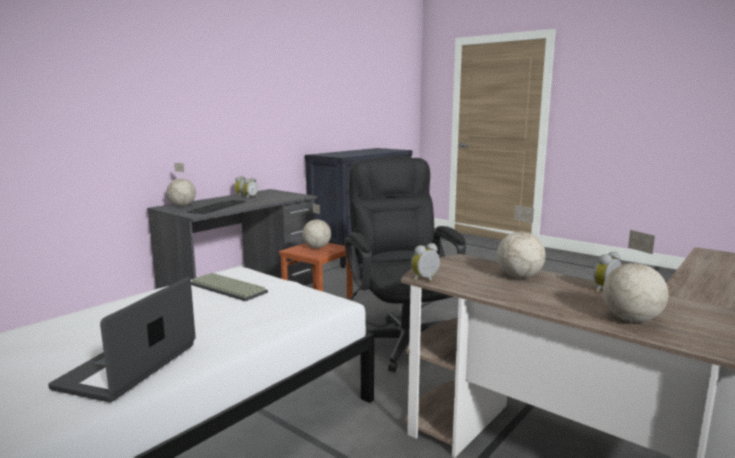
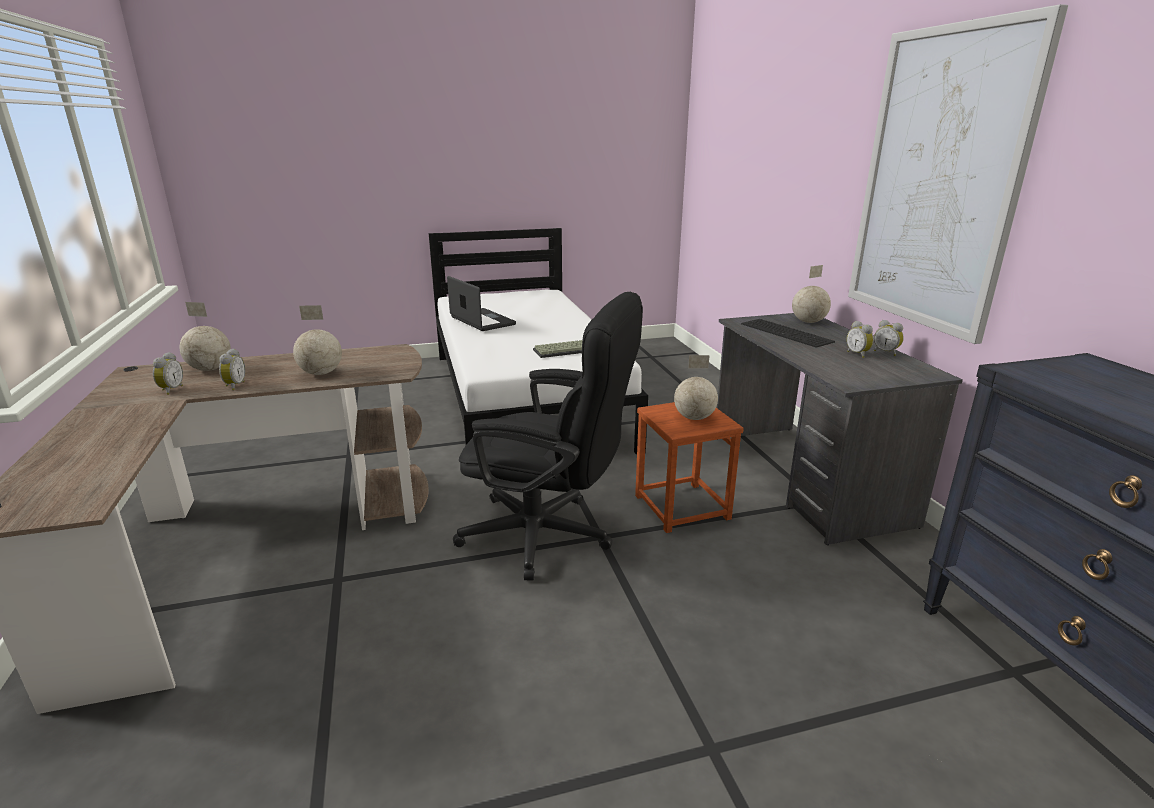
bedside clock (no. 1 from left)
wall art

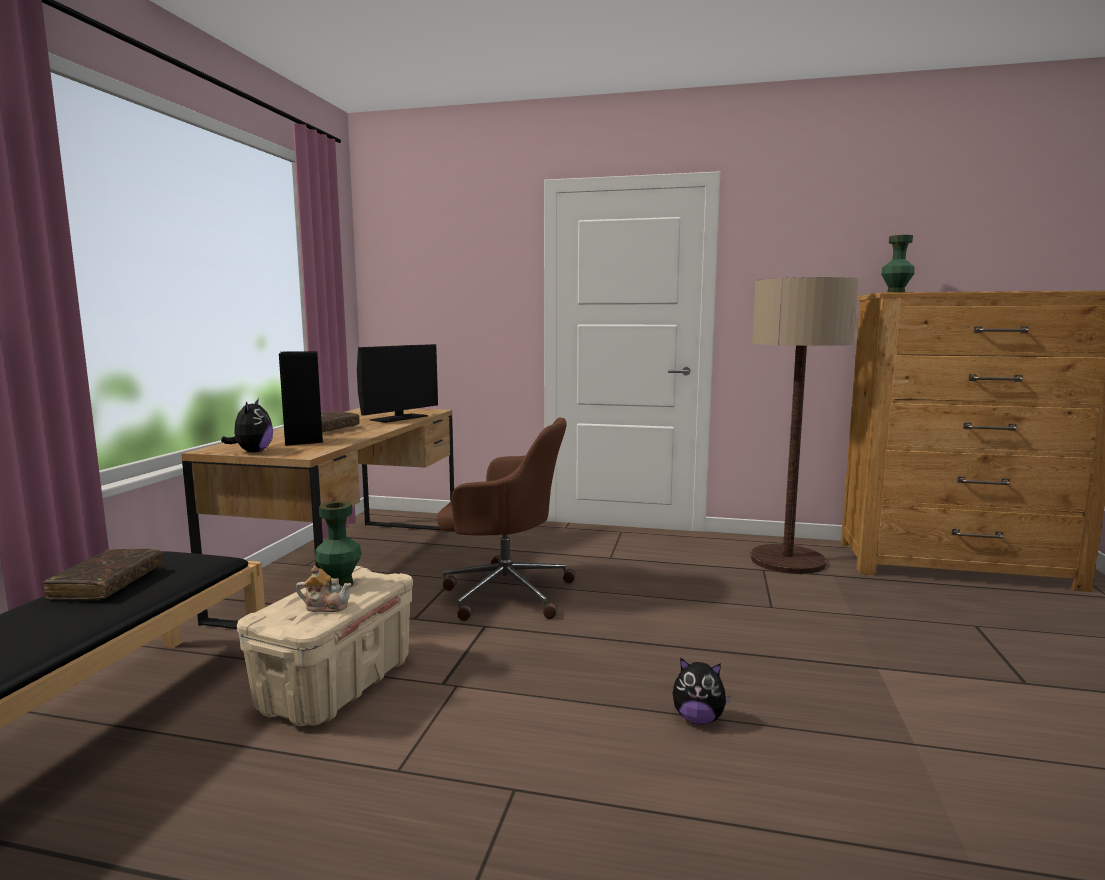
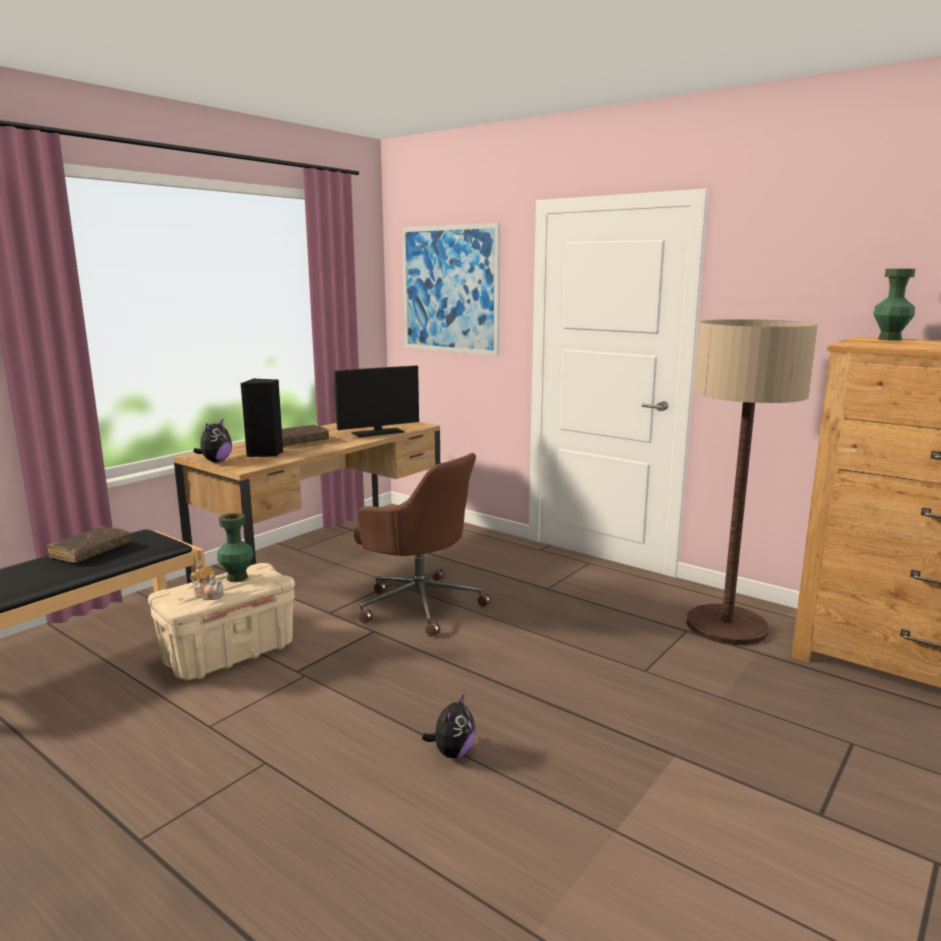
wall art
plush toy (no. 2 from left)

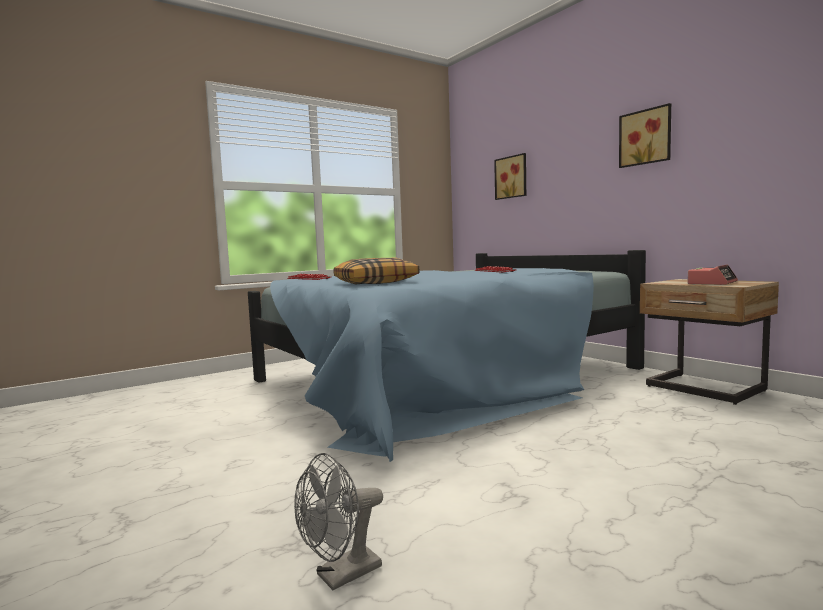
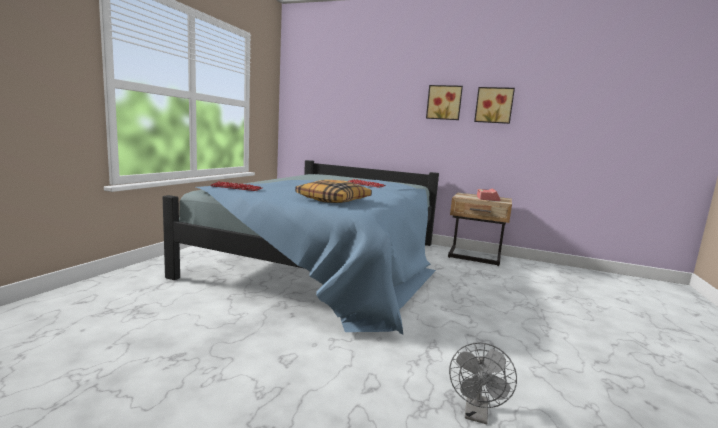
wall art (no. 2 from left)

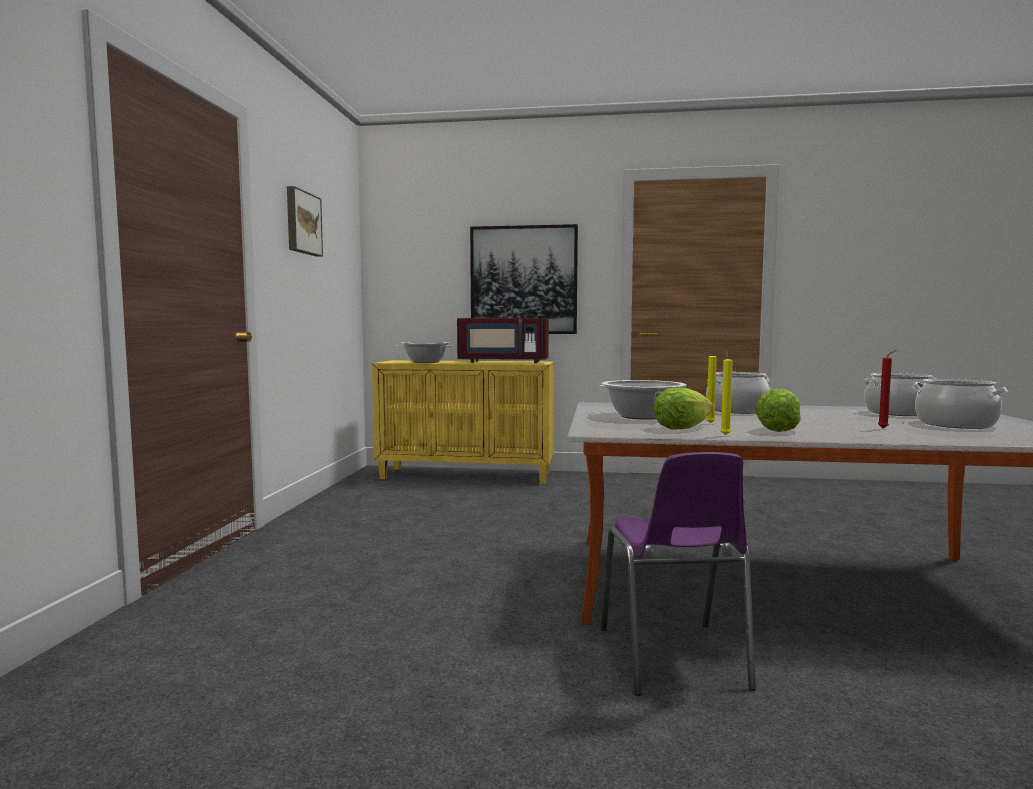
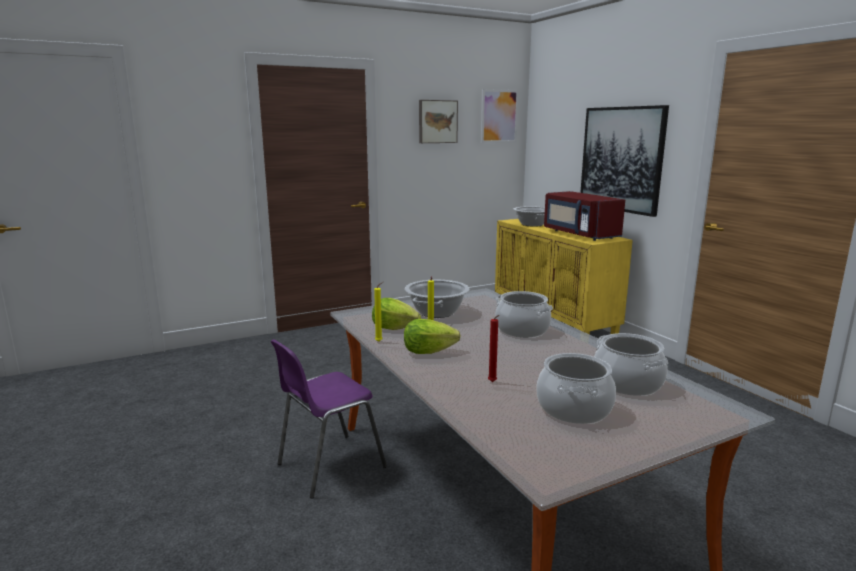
wall art (no. 2 from left)

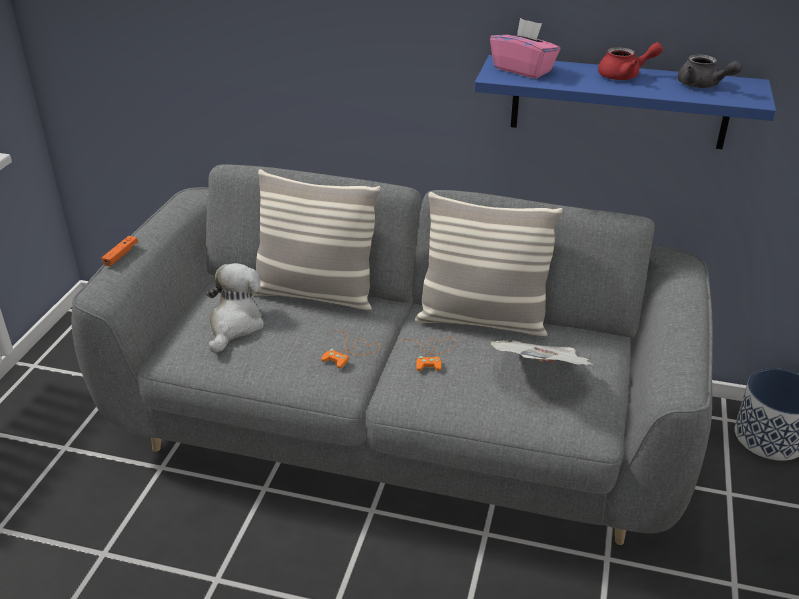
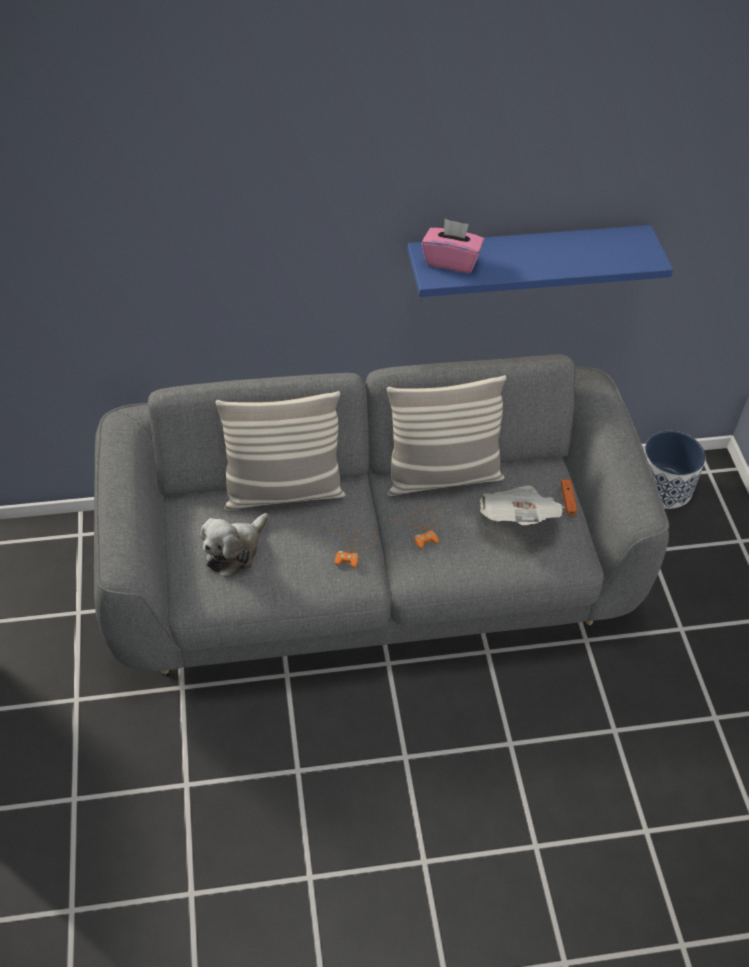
plush toy
joypad in orange-coloured (no. 3 from left)
pot for tea in reddish
pot for tea in grey

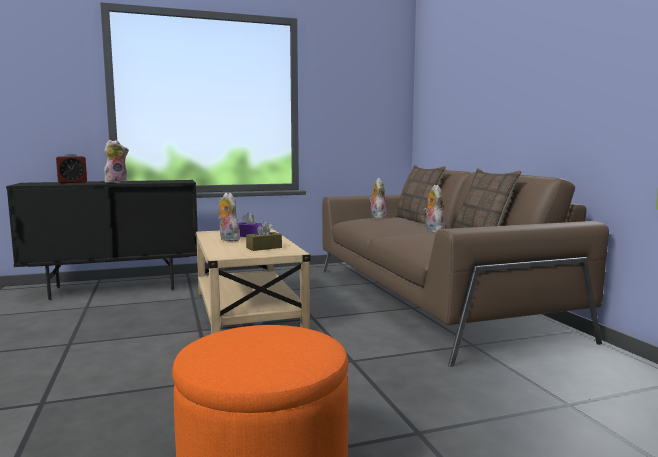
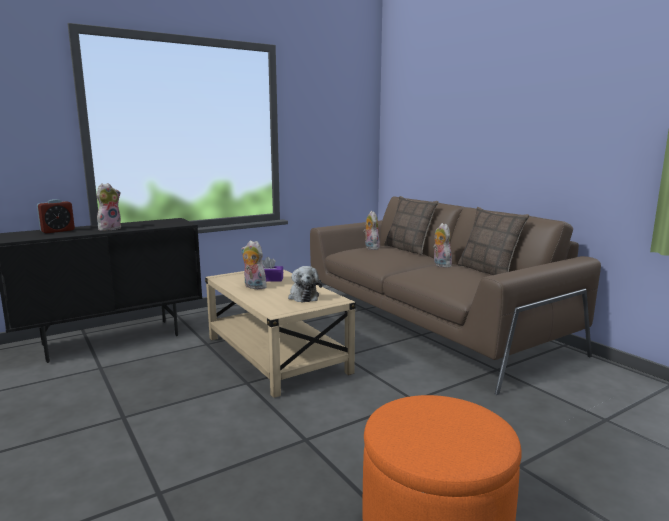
plush toy (no. 3 from left)

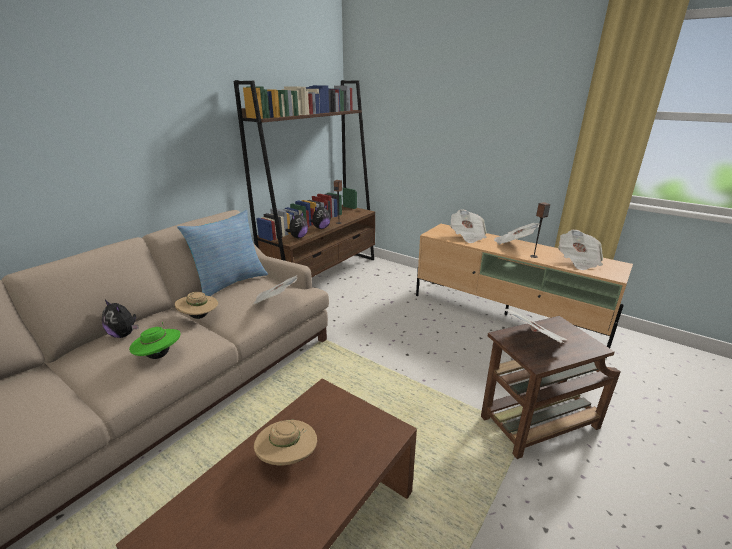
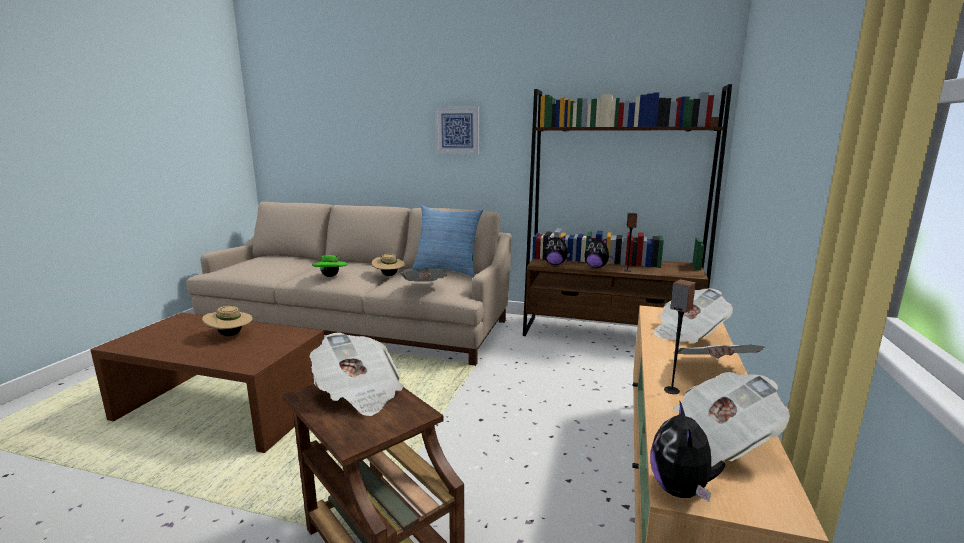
wall art
plush toy (no. 3 from left)

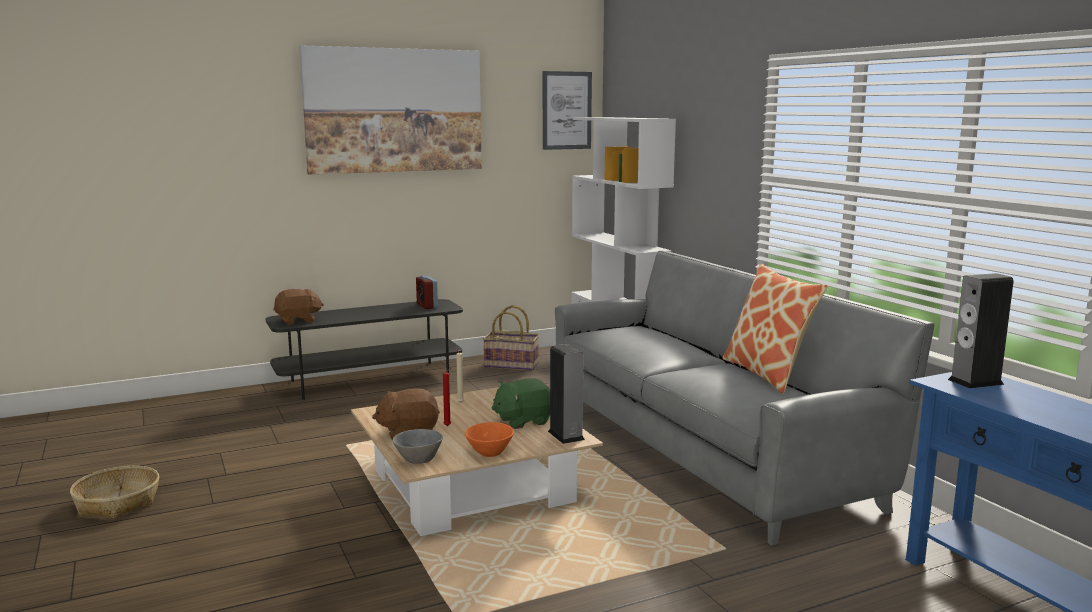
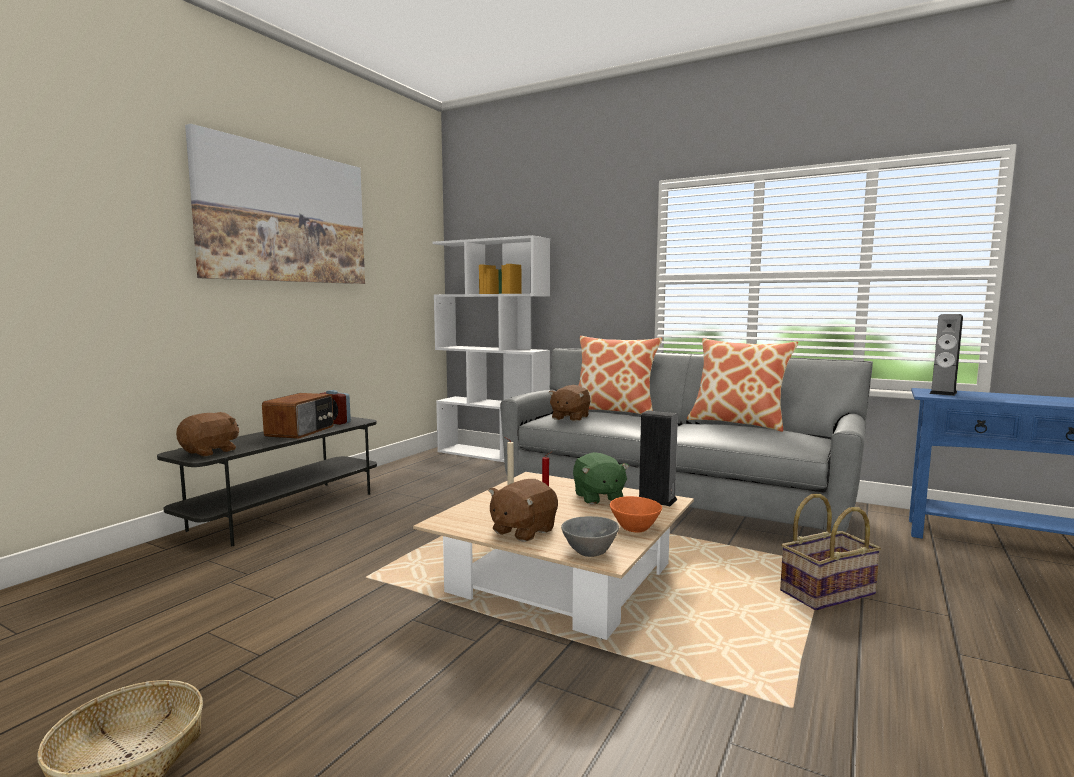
radio receiver
plush toy in brown-coloured (no. 3 from left)
plush toy in greenish
cushion (no. 1 from left)
basket (no. 2 from left)
wall art (no. 2 from left in the first image)

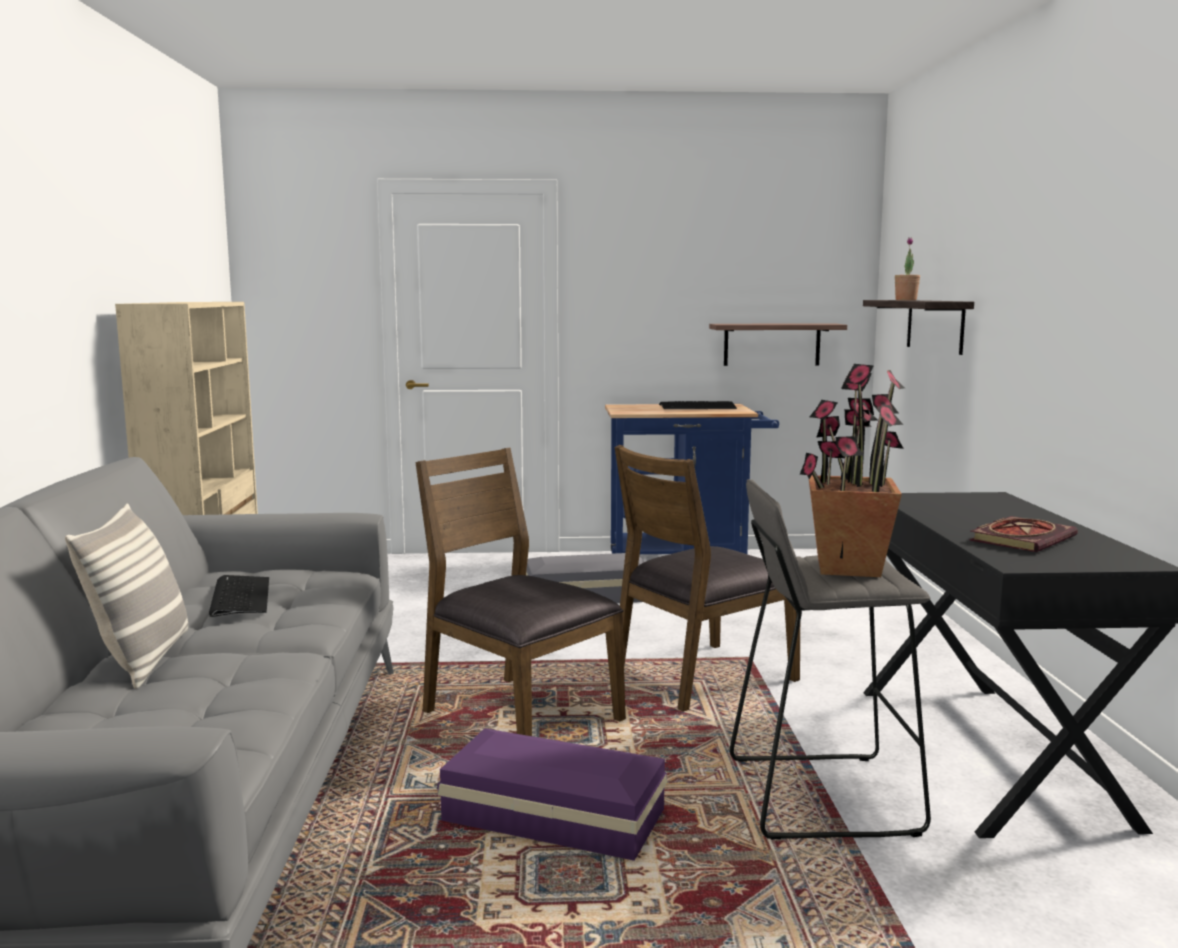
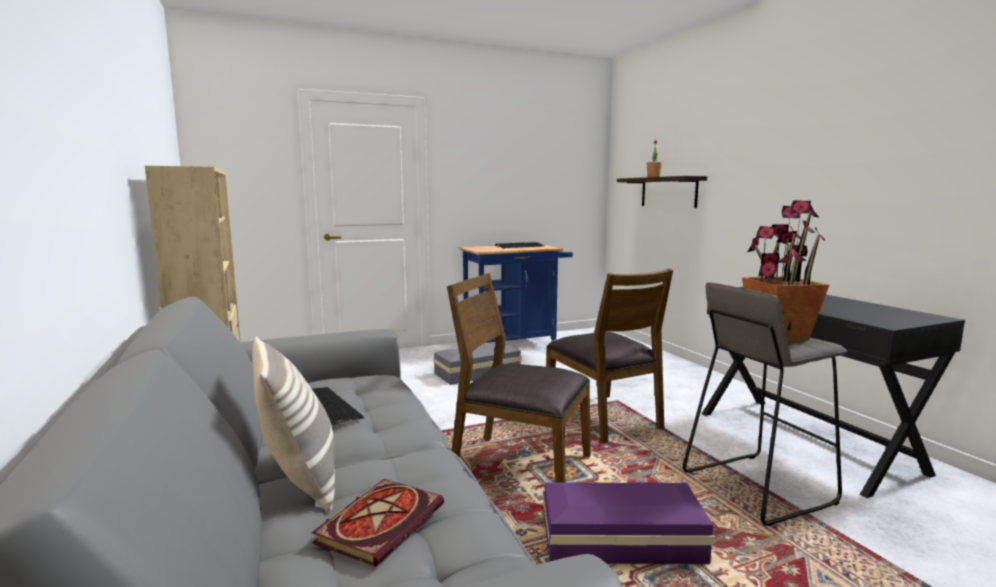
volume
chair in brown-coloured (no. 2 from left)
shelf (no. 1 from left in the first image)

